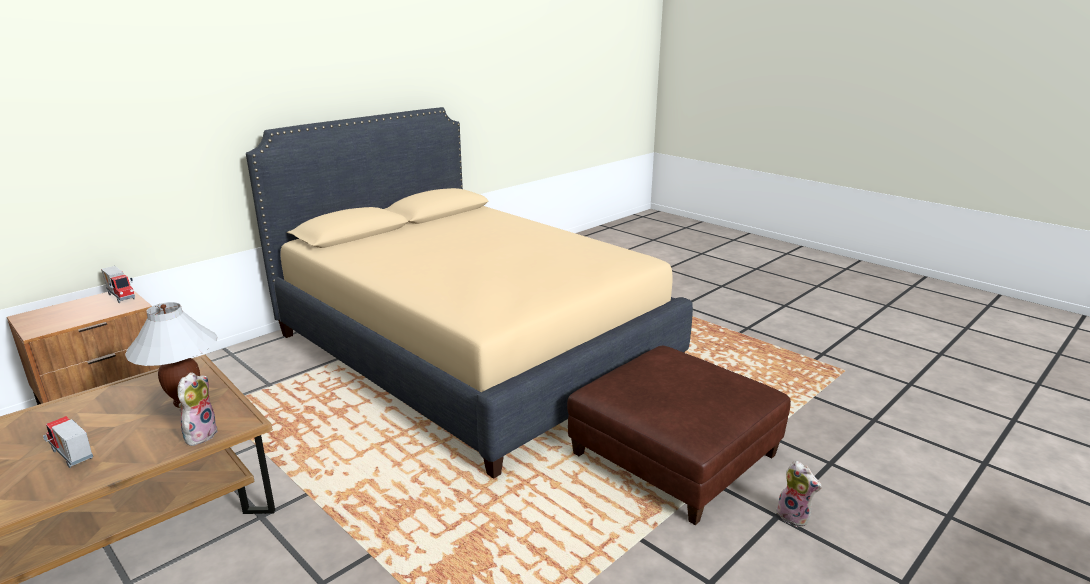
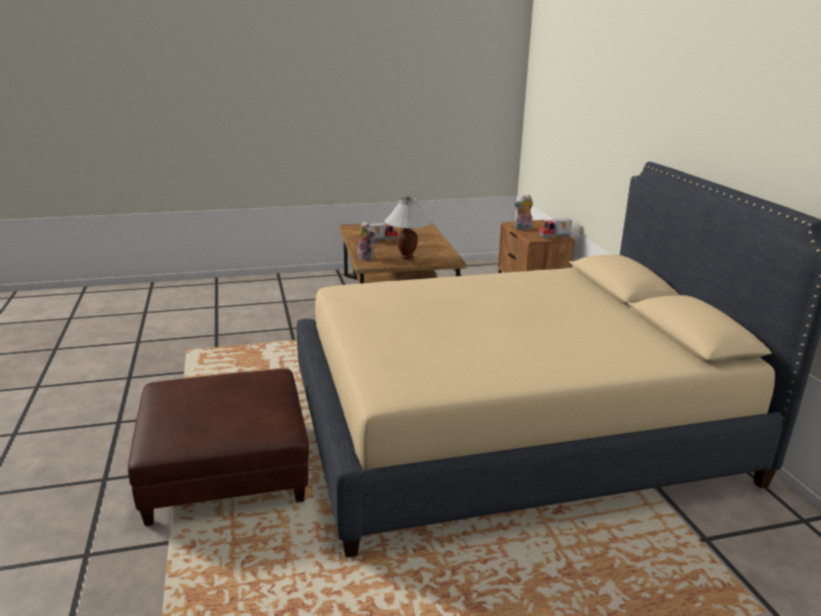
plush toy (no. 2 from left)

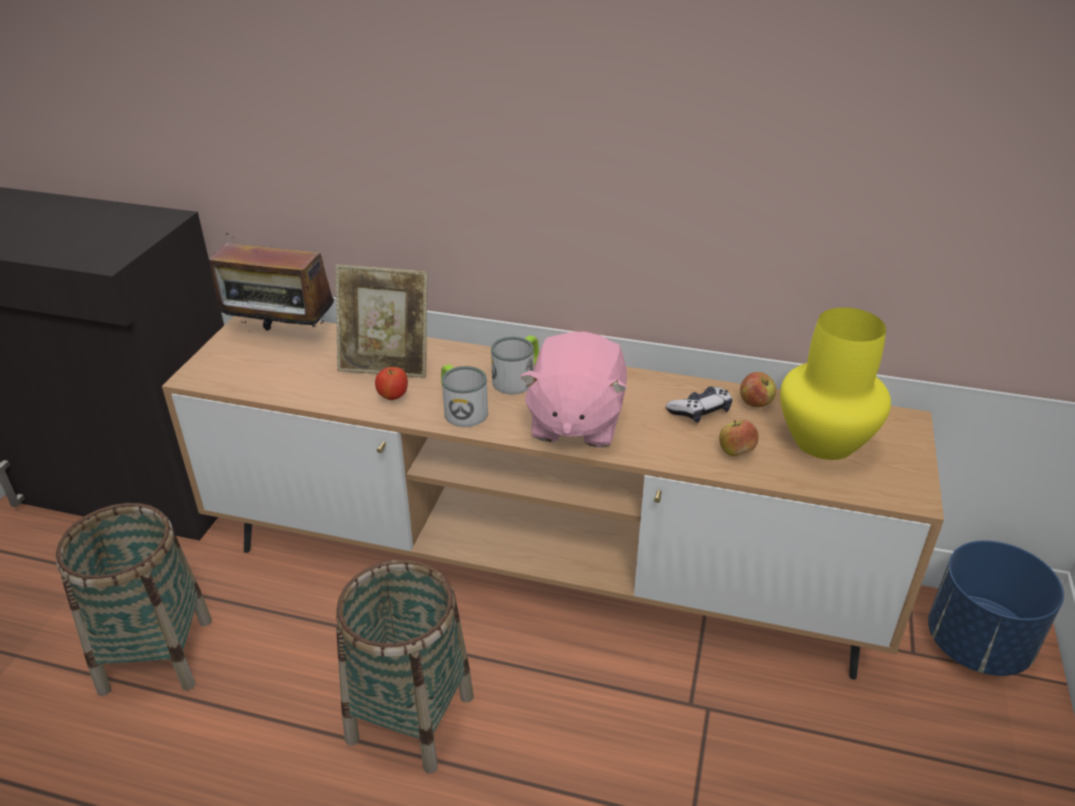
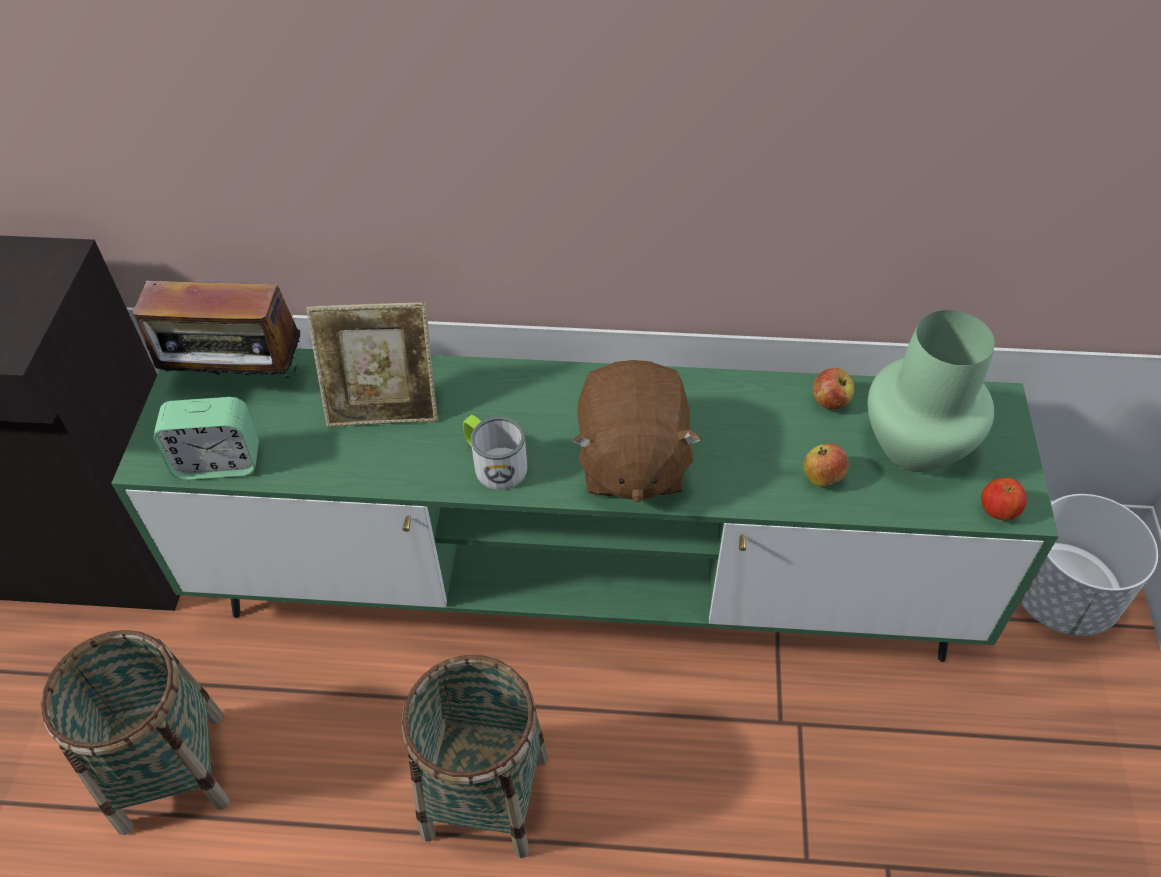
media console in greenish
bedside clock
plush toy in brown-coloured
flower vase in greenish
apple (no. 3 from left)
planter in white-coloured
mug (no. 2 from left in the first image)
joypad

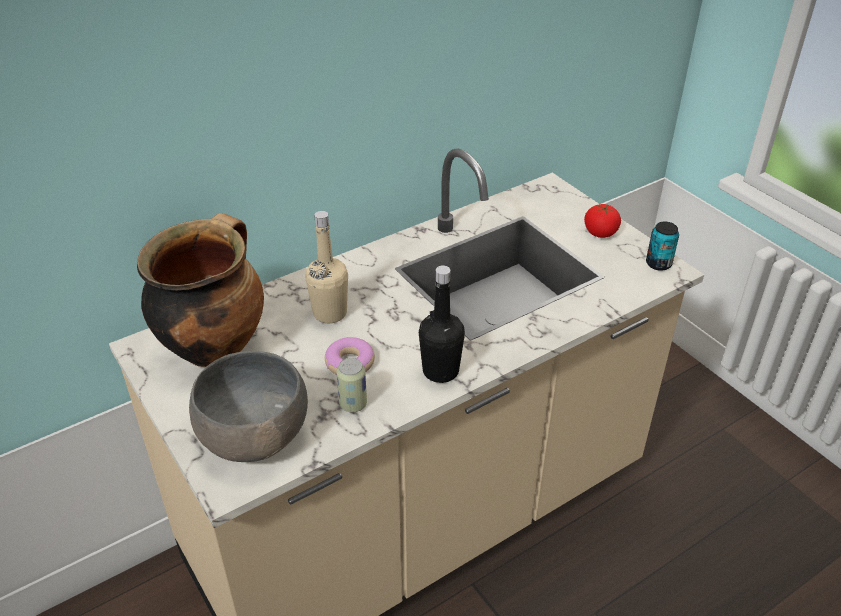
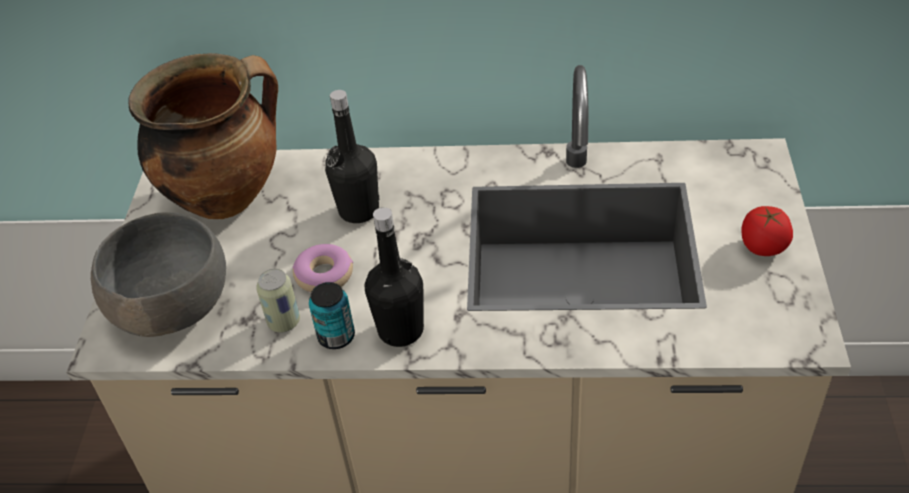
sealed can (no. 2 from left)
beverage bottle in black-coloured (no. 1 from left)

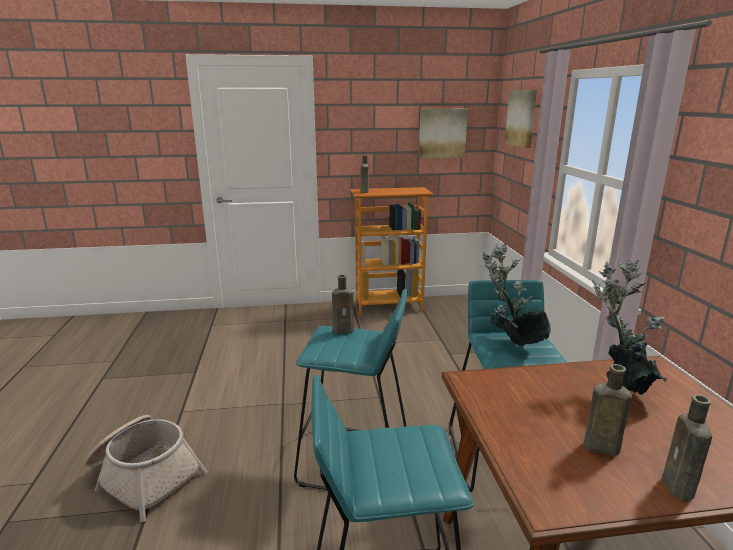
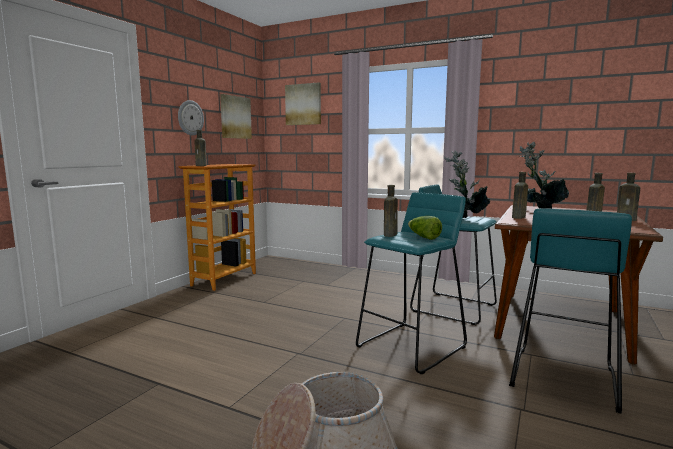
hanging clock
lettuce head
beverage bottle in brown-coloured (no. 3 from left)

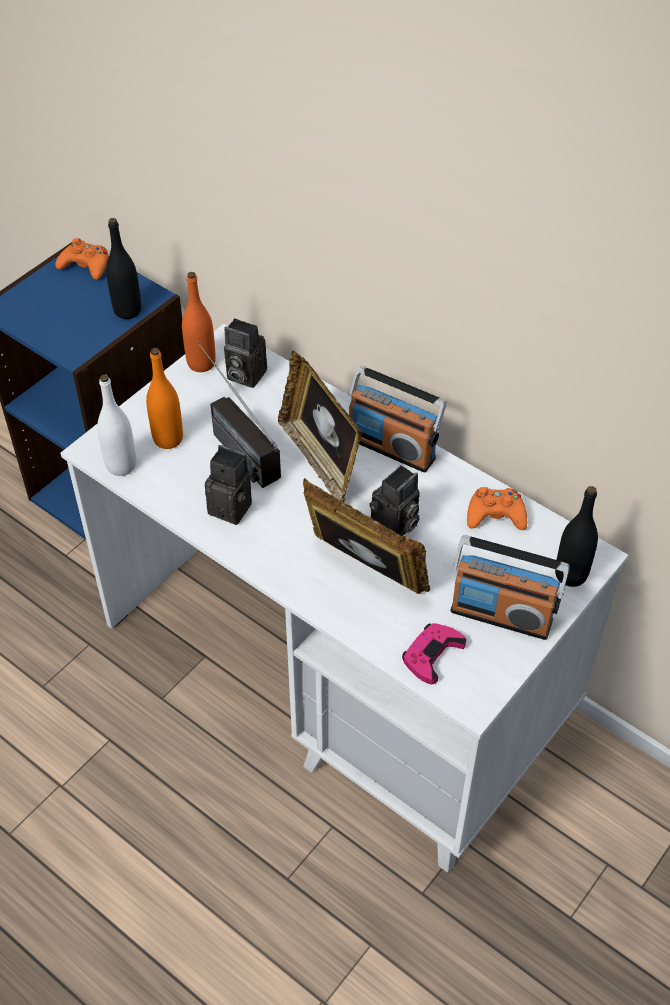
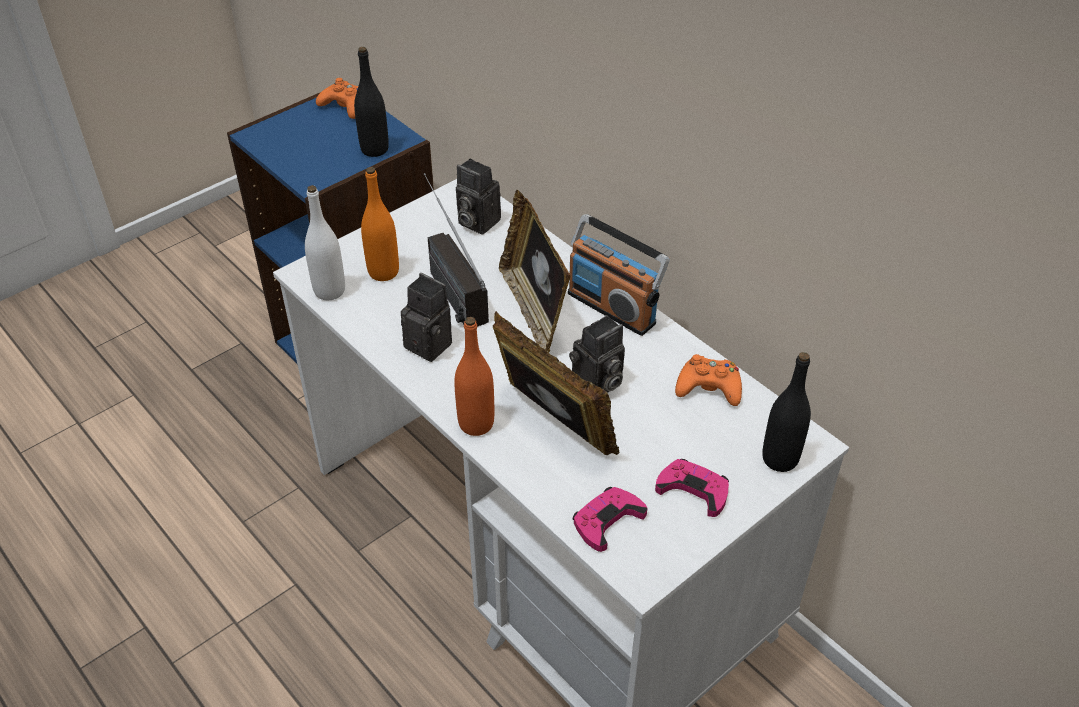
beverage bottle in orange-coloured (no. 2 from left)
joypad in pink-coloured (no. 2 from left)

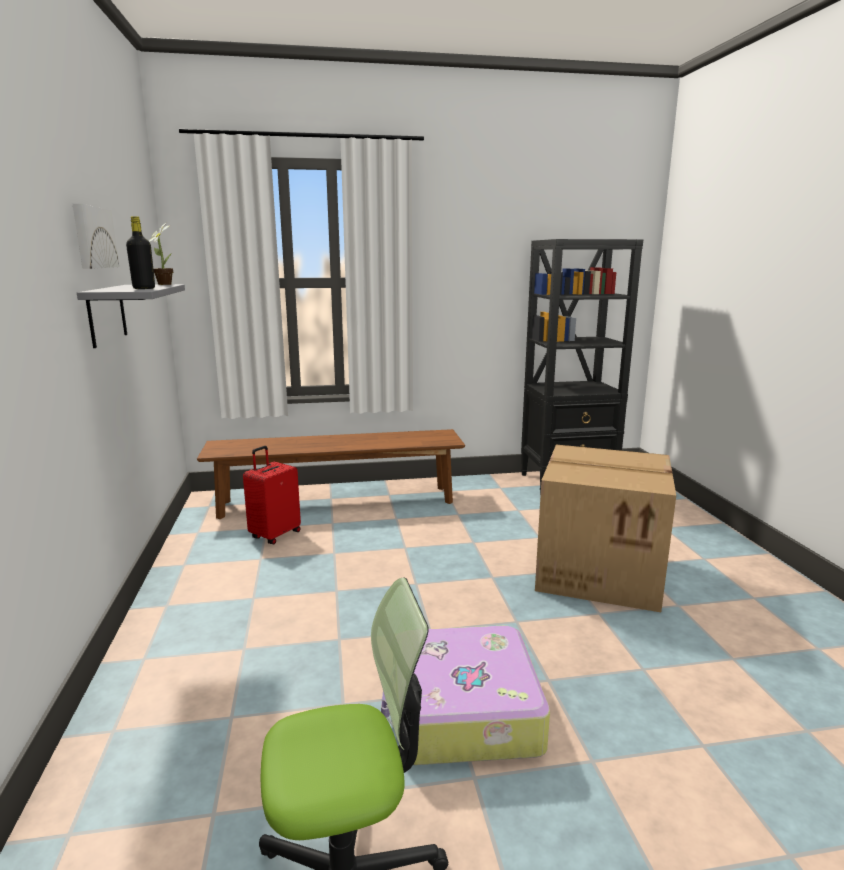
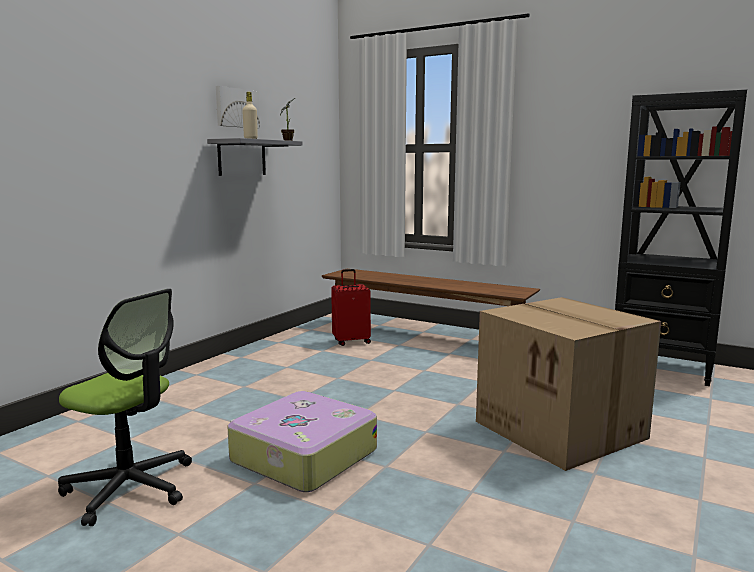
beverage bottle in beige-coloured

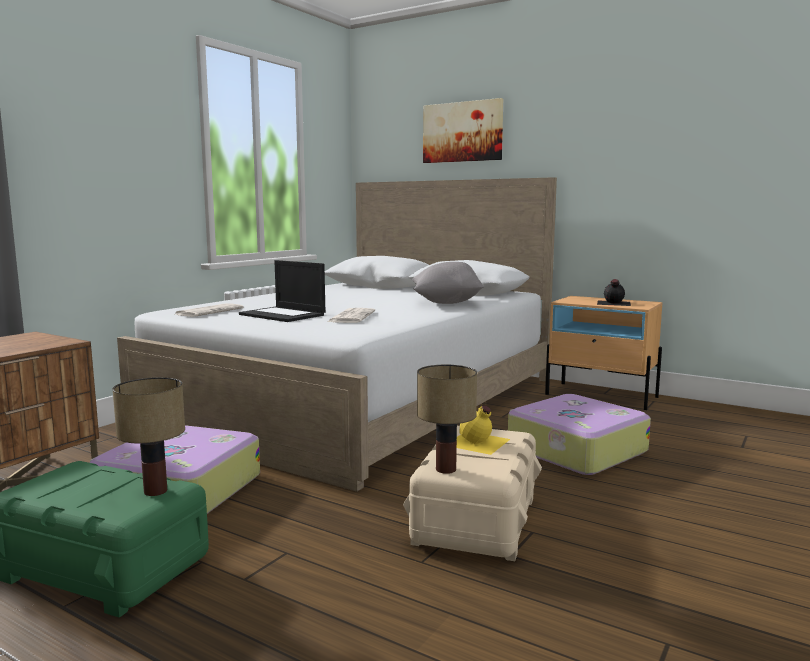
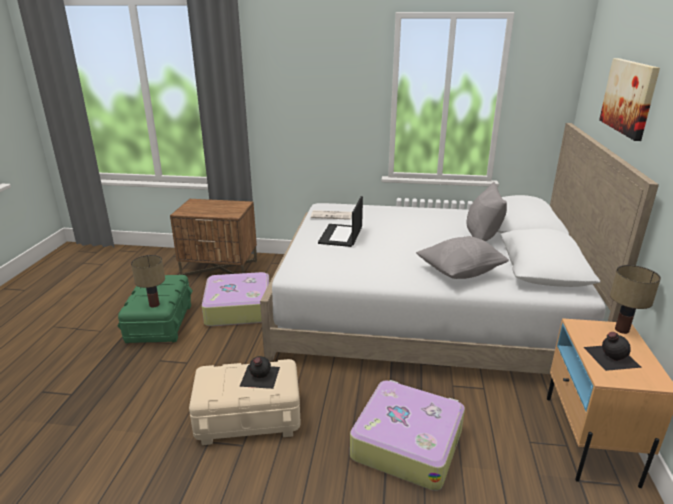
beverage bottle in black-coloured (no. 1 from left)
cushion in grey (no. 2 from left)
lamp for a table (no. 2 from left)
daily paper (no. 2 from left in the first image)

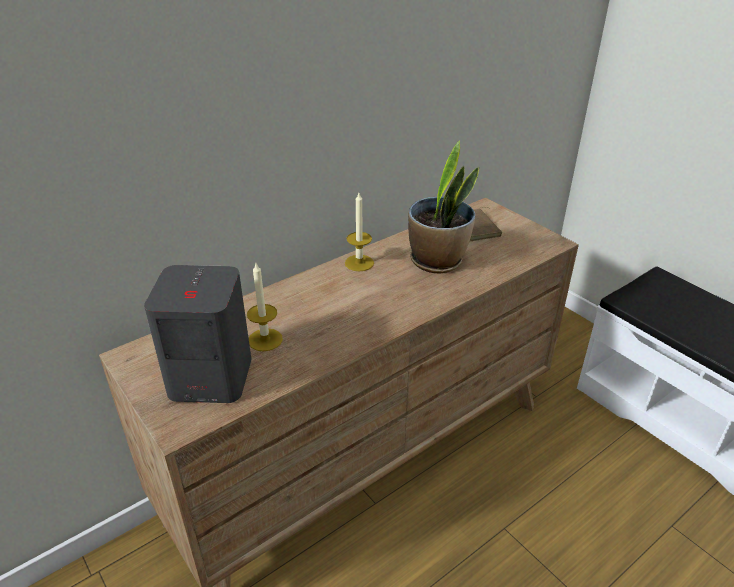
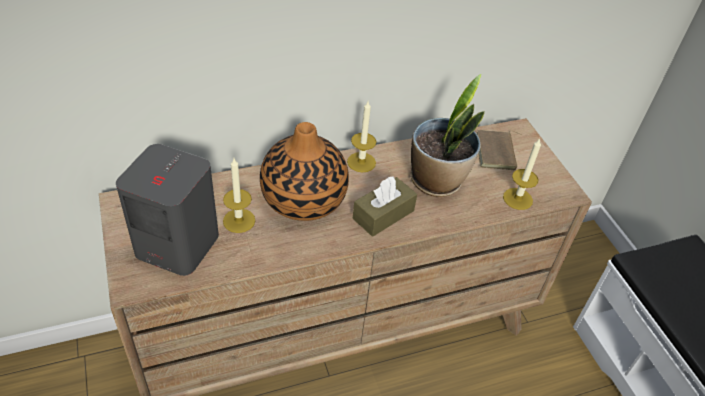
flower vase
tissue holder in brown-coloured
wax light (no. 3 from left)

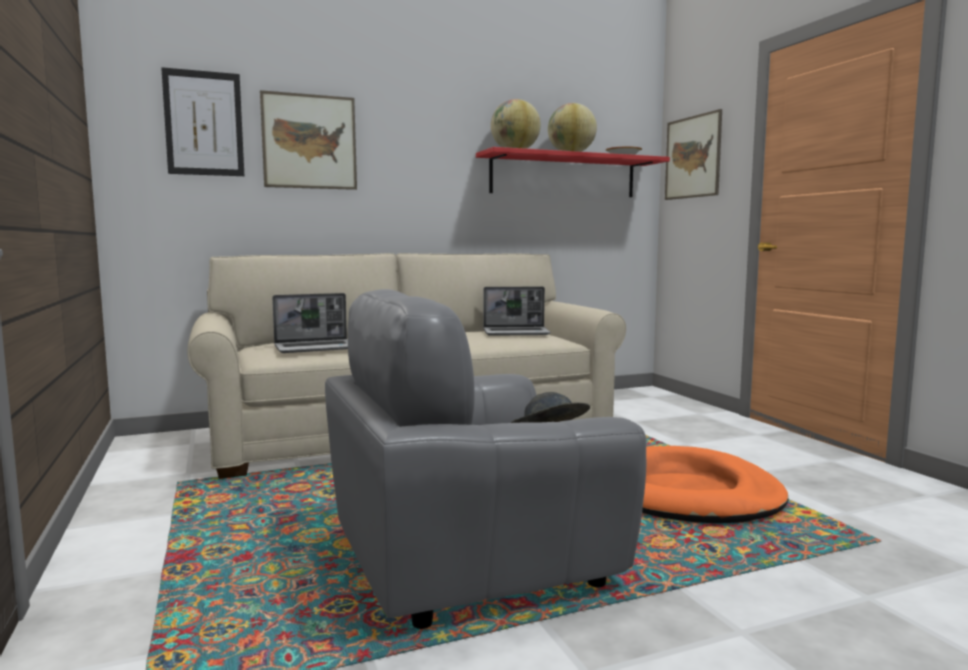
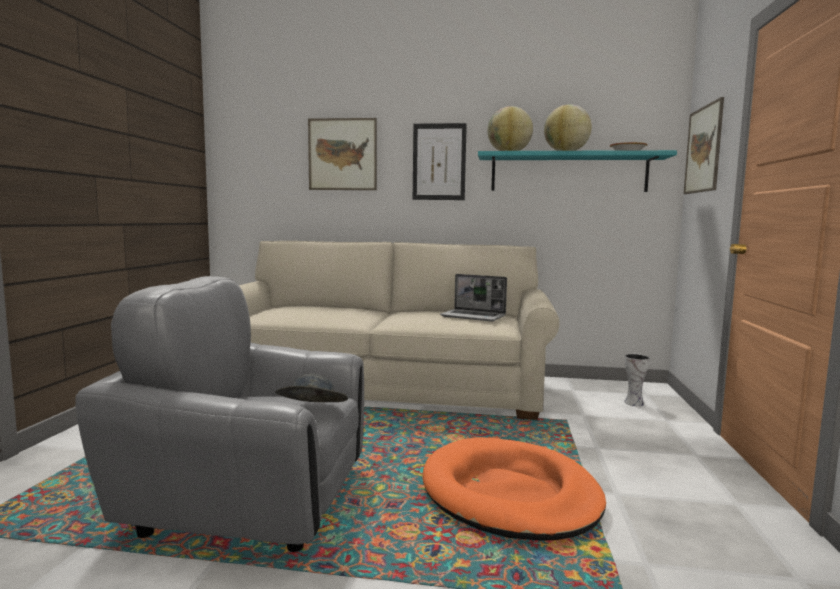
wall art (no. 2 from left)
shelf in turquoise-coloured
flower vase
notebook computer (no. 1 from left in the first image)

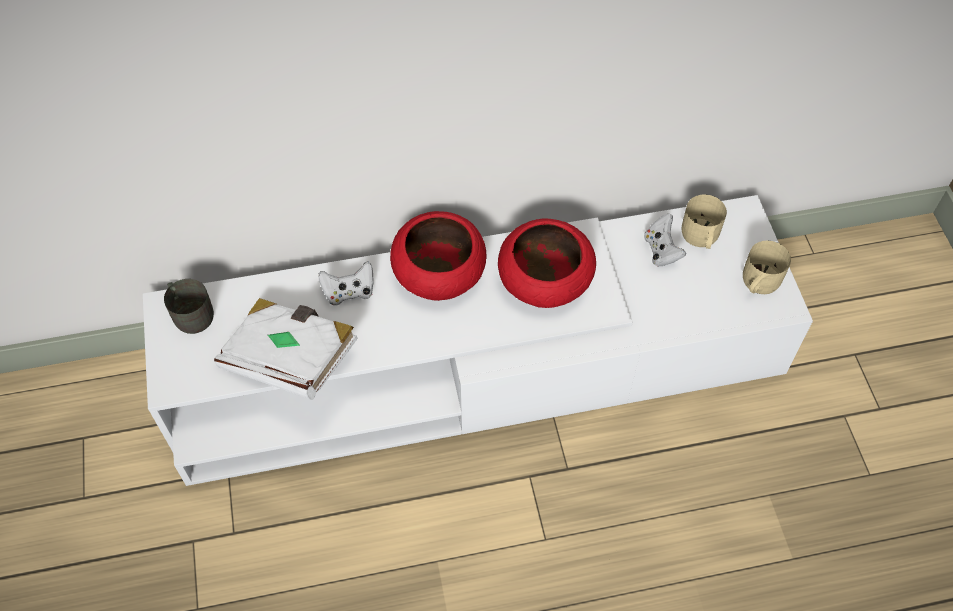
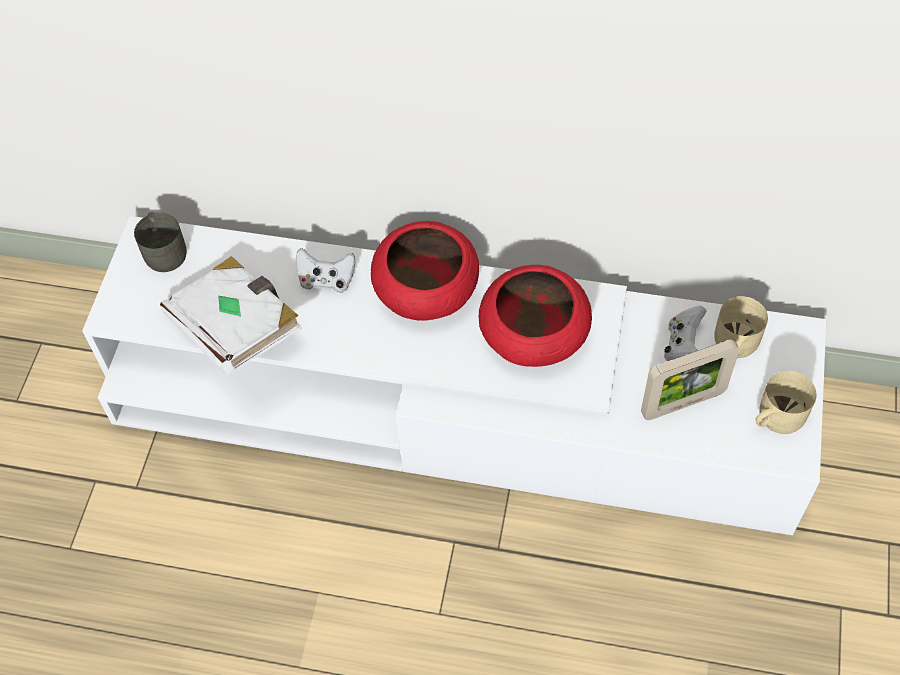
picture frame

